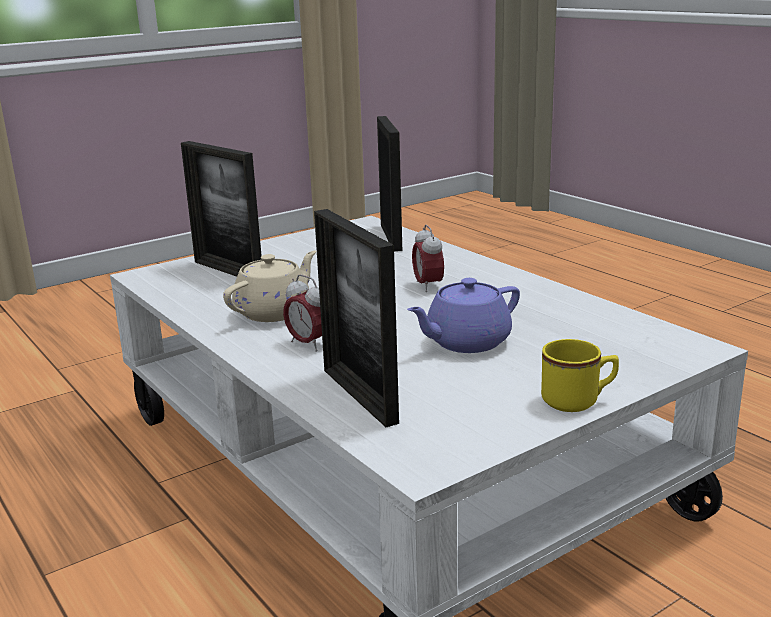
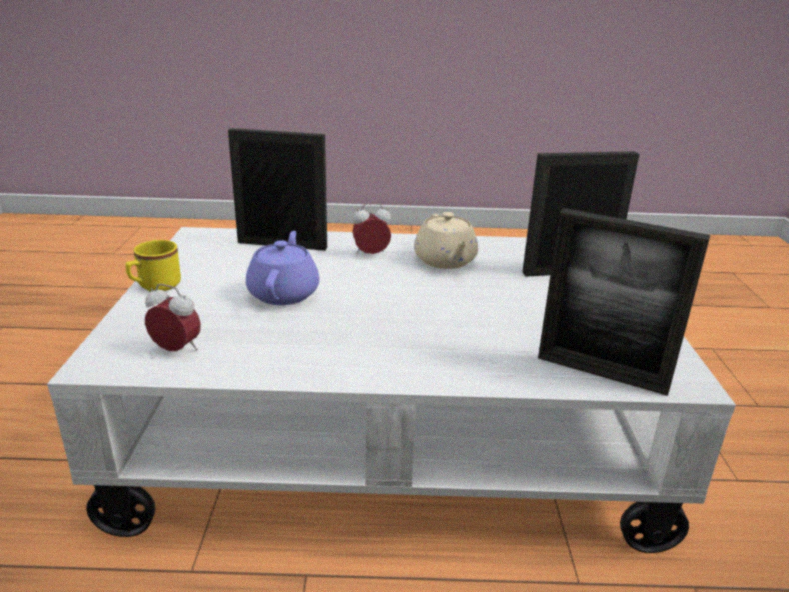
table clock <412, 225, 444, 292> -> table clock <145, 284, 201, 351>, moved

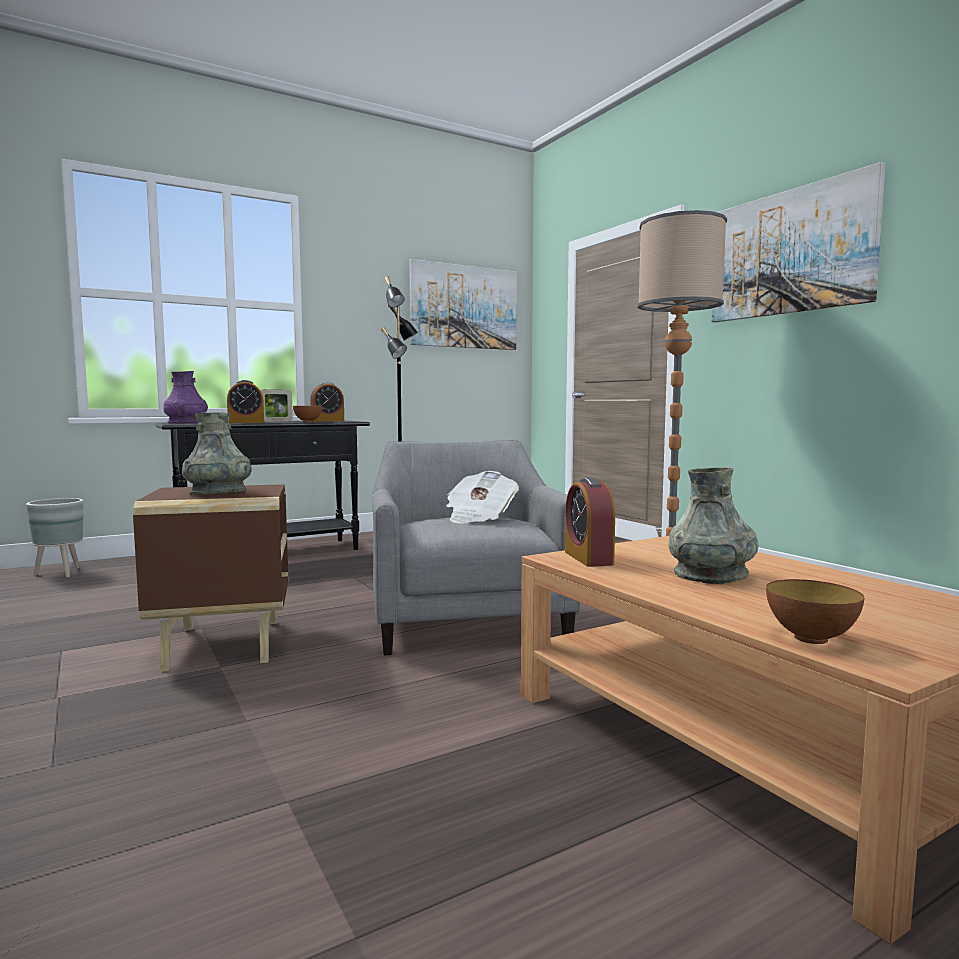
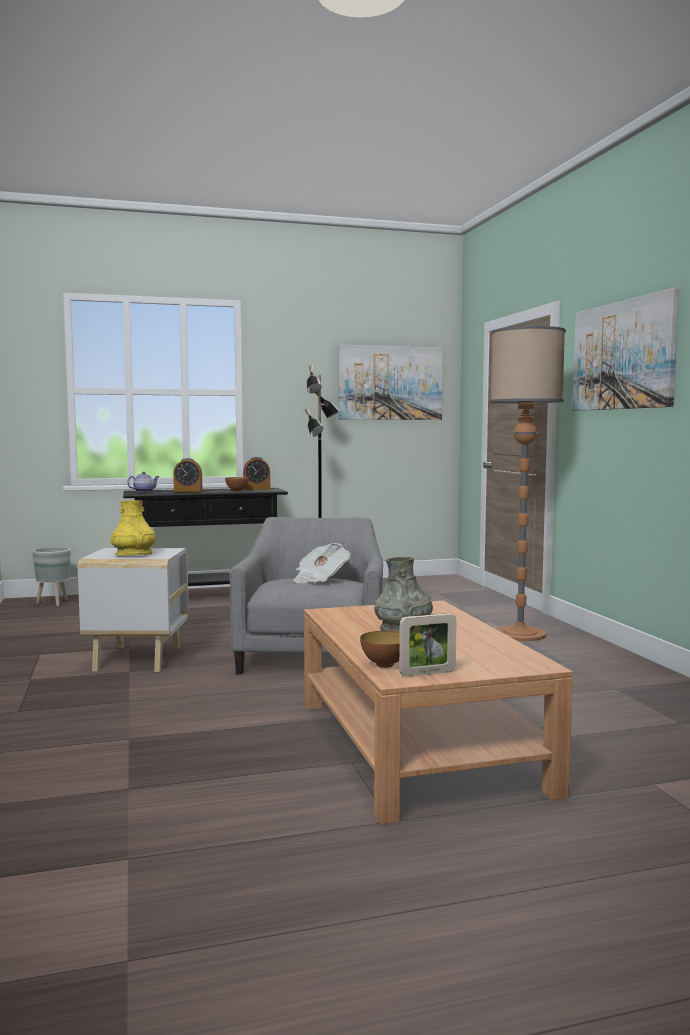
table clock <565, 478, 615, 567> -> none
photo frame <260, 390, 293, 422> -> photo frame <399, 613, 457, 677>, moved
purple-coloured flower vase <163, 371, 208, 424> -> pot for tea <127, 472, 160, 492>
brownish end table <133, 484, 288, 672> -> white-coloured end table <78, 548, 189, 672>
greyish flower vase <182, 412, 252, 495> -> yellow-coloured flower vase <110, 500, 156, 556>

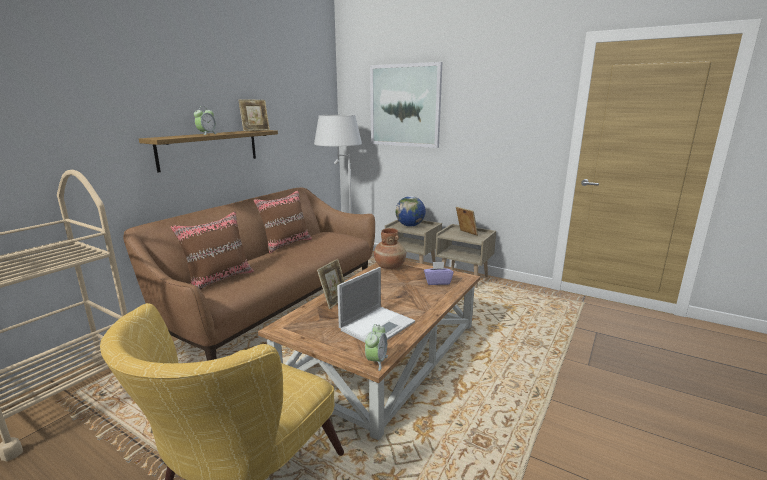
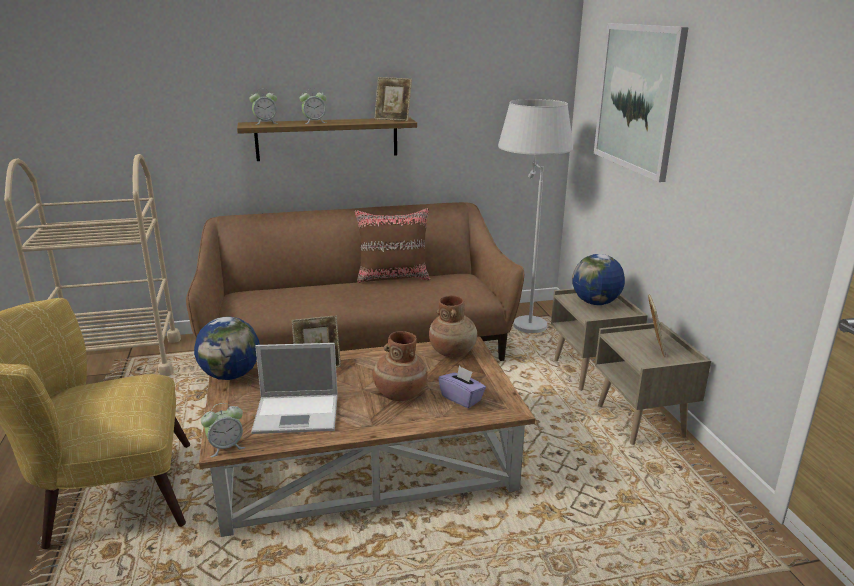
brownish throw pillow <170, 211, 254, 290> -> none
none -> world globe <194, 317, 260, 380>
none -> table clock <249, 89, 278, 125>
none -> brownish flower vase <373, 331, 427, 401>

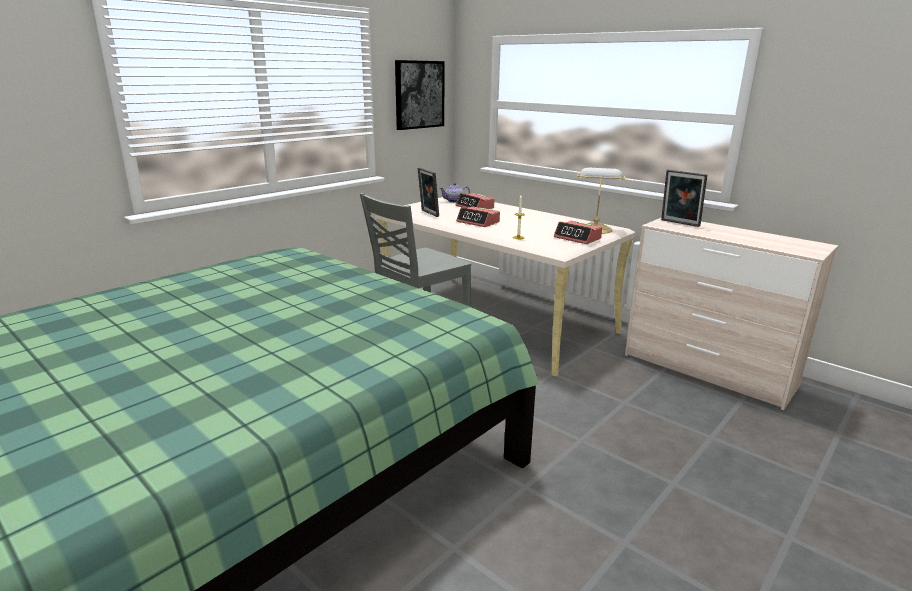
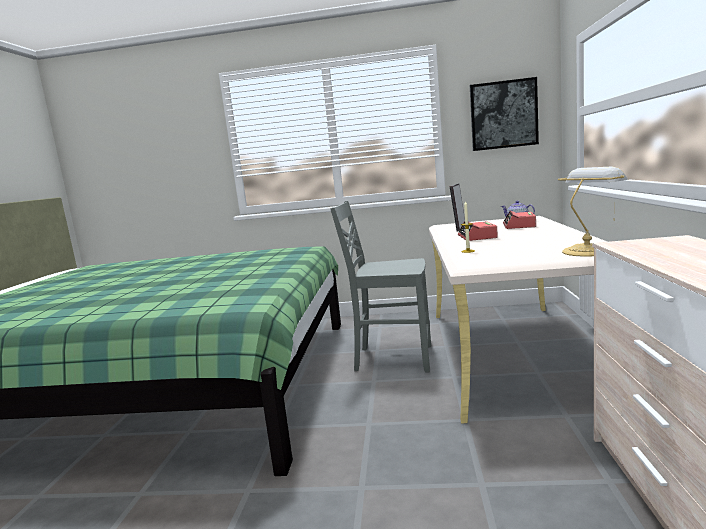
table clock <554, 221, 602, 244> -> none
photo frame <661, 170, 707, 227> -> none

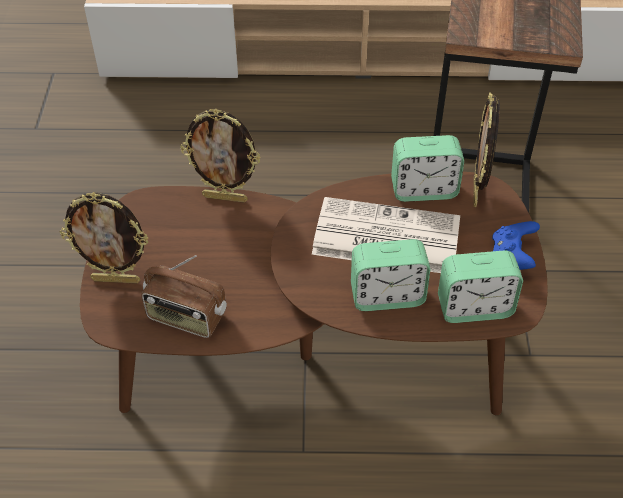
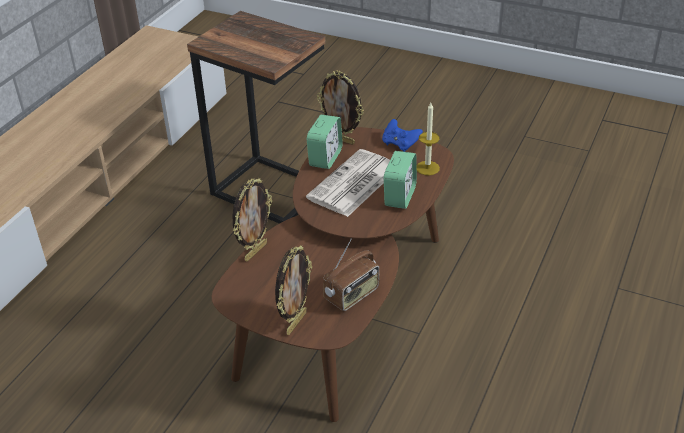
table clock <438, 250, 523, 323> -> wax candle <417, 103, 440, 175>

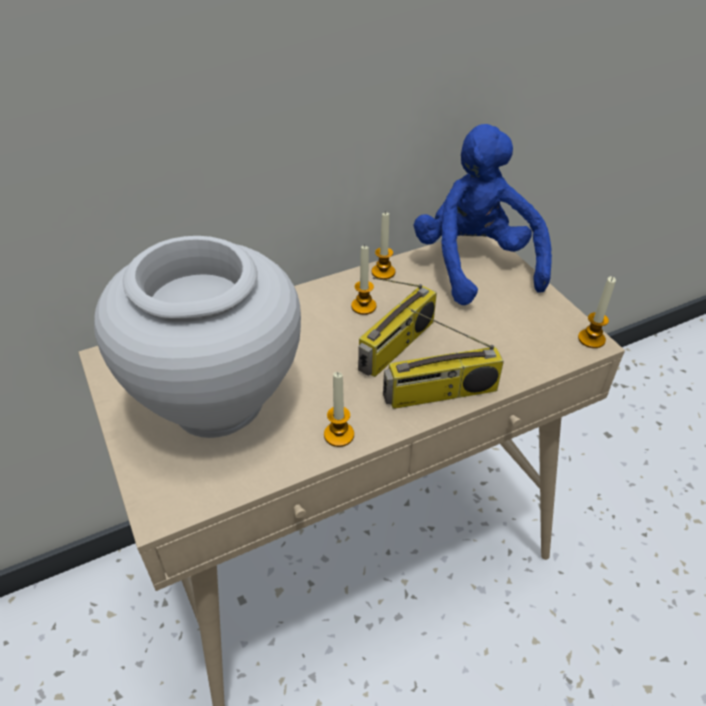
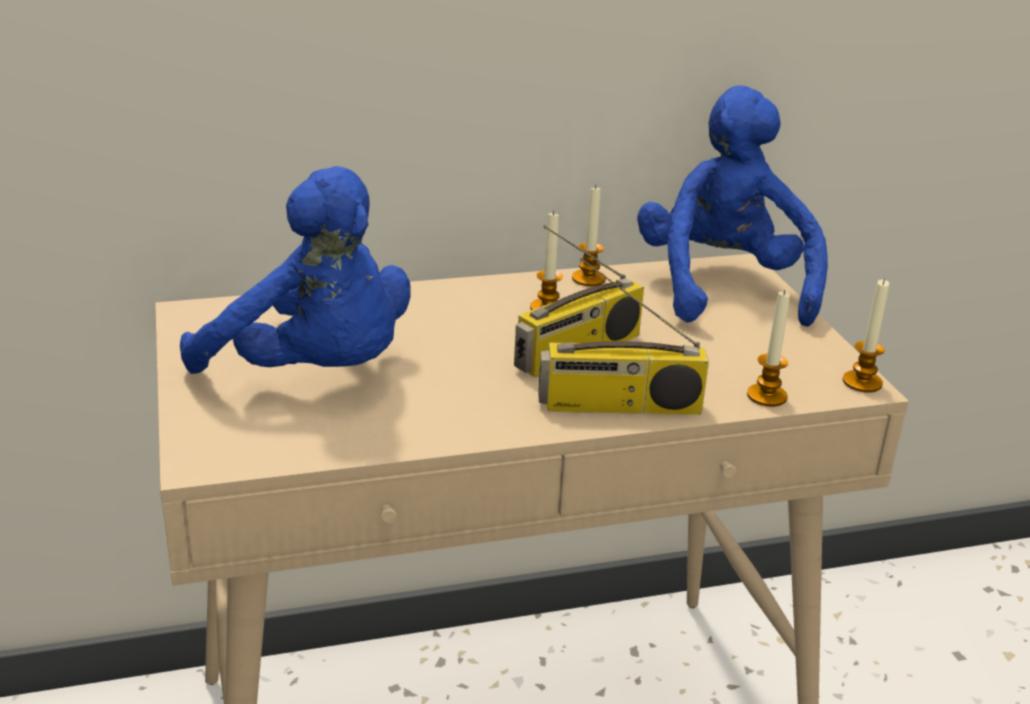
wax candle <324, 372, 354, 447> -> wax candle <747, 290, 790, 407>, moved
white-coloured flower vase <94, 236, 301, 438> -> blue plush toy <180, 166, 411, 374>

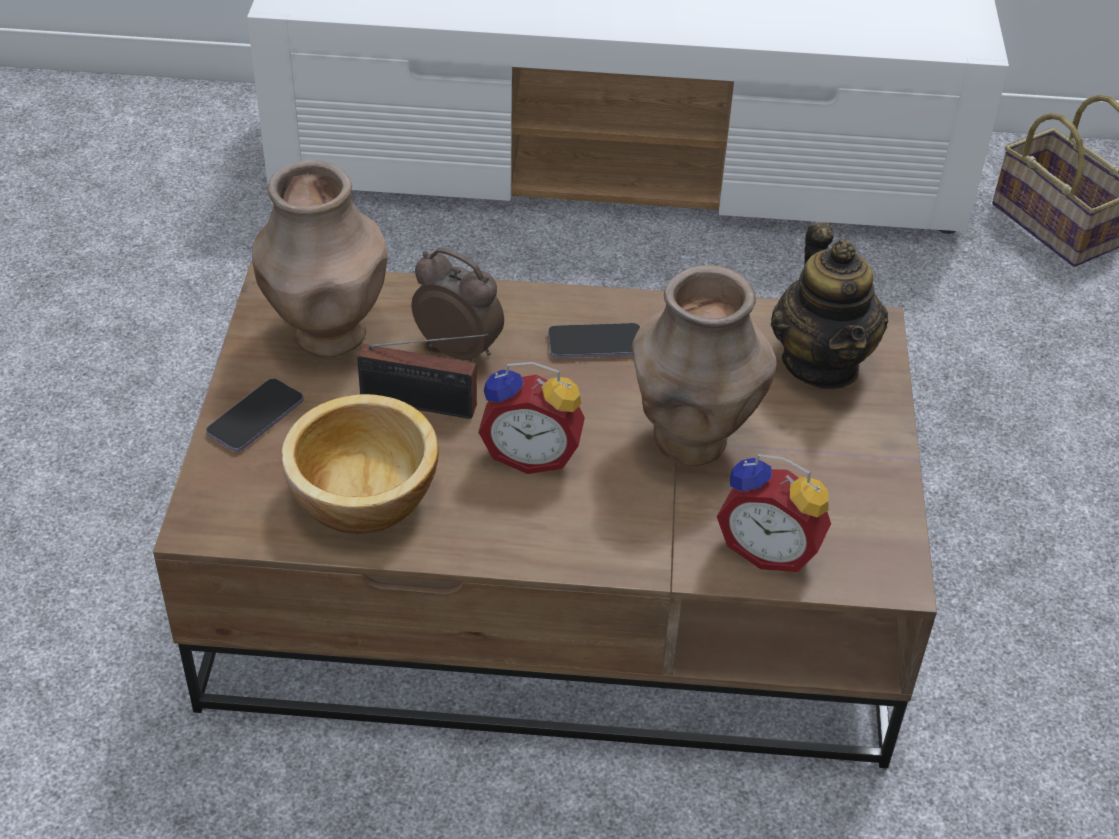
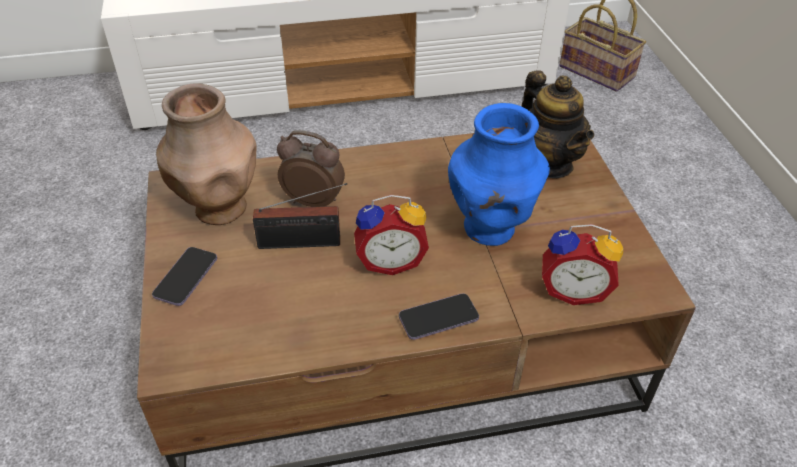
serving bowl <281, 394, 439, 534> -> none
phone <548, 323, 640, 358> -> phone <399, 293, 479, 340>, moved
brownish flower vase <632, 265, 777, 466> -> blue flower vase <448, 103, 550, 246>

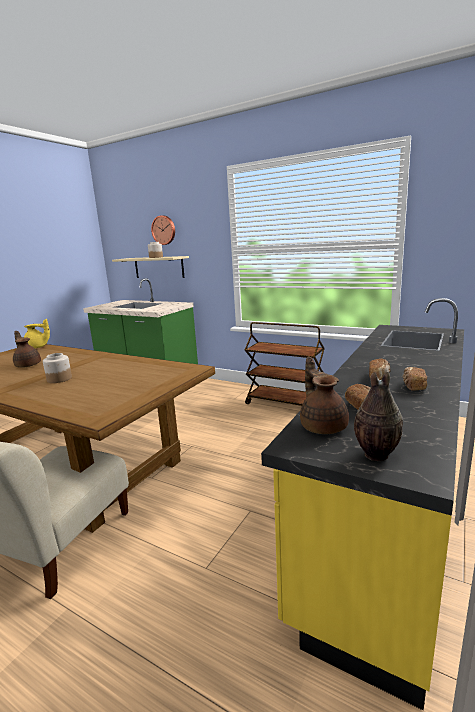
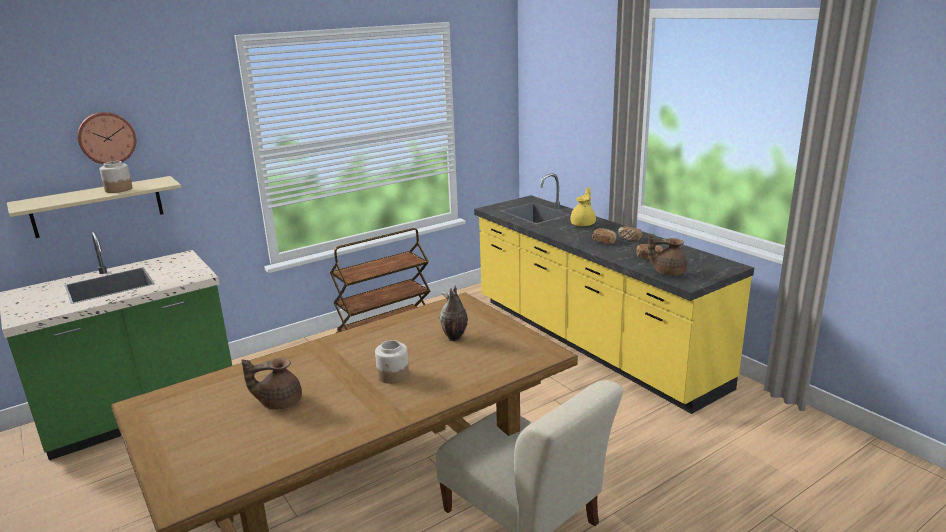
yellow-coloured pot for tea <24, 319, 50, 348> -> yellow-coloured pot for tea <570, 187, 596, 226>, moved
flower vase <354, 372, 403, 461> -> flower vase <440, 286, 468, 341>, moved

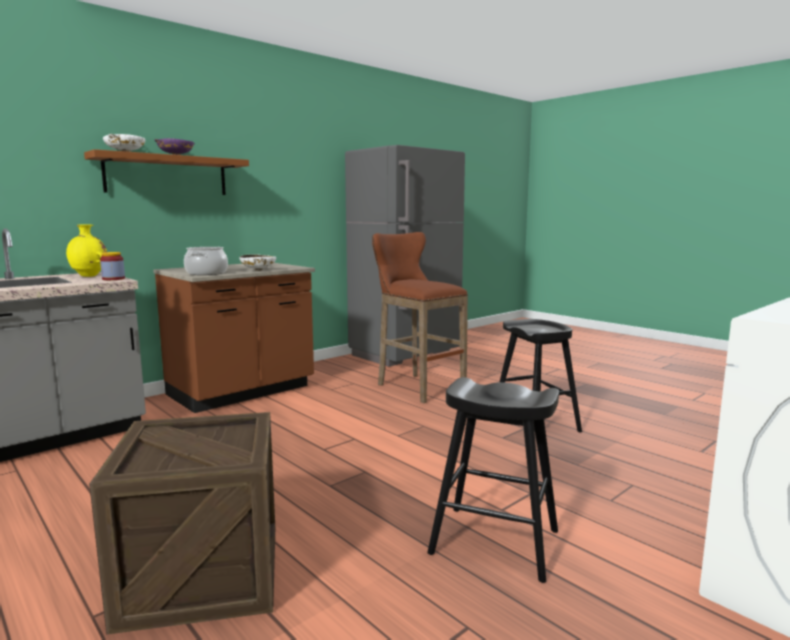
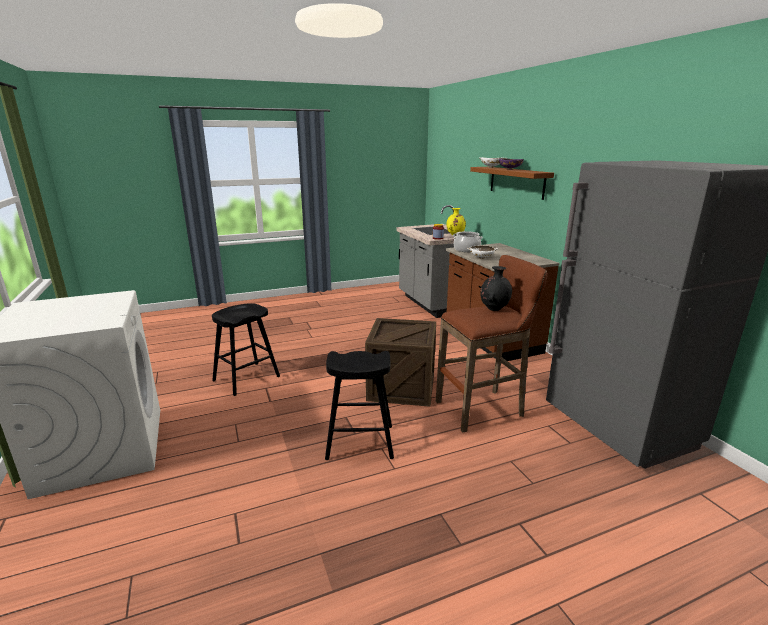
none -> black-coloured flower vase <480, 266, 512, 311>
packing crate <89, 412, 275, 635> -> packing crate <365, 318, 436, 407>, moved

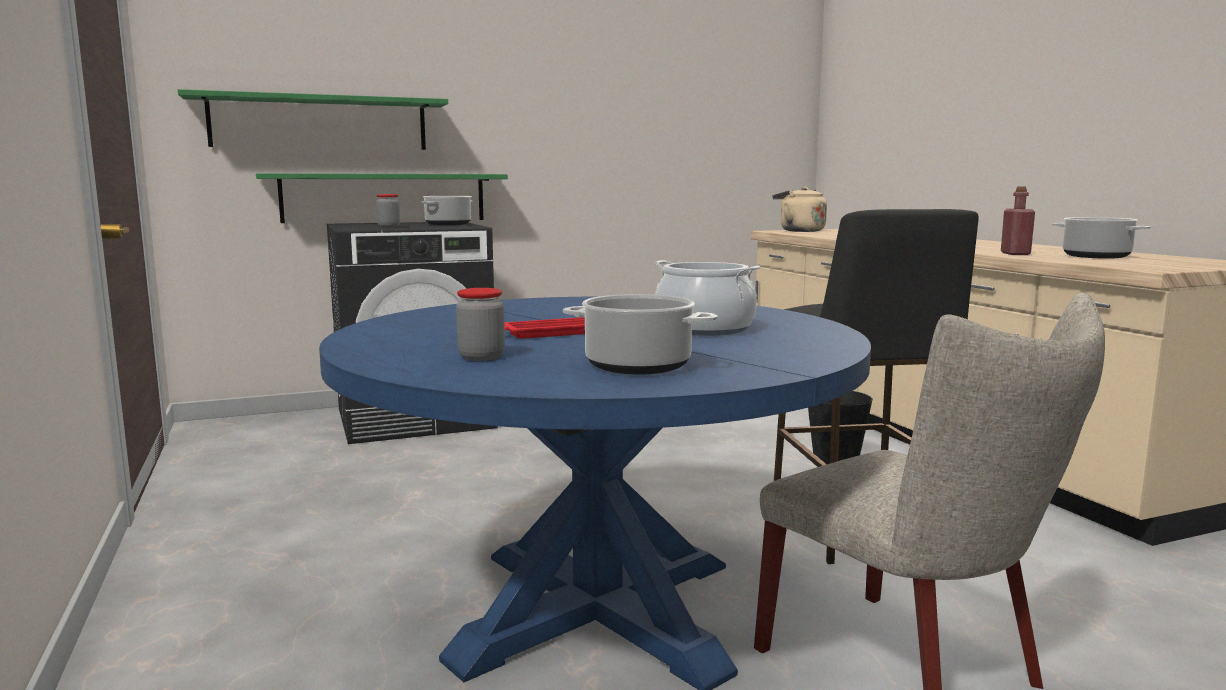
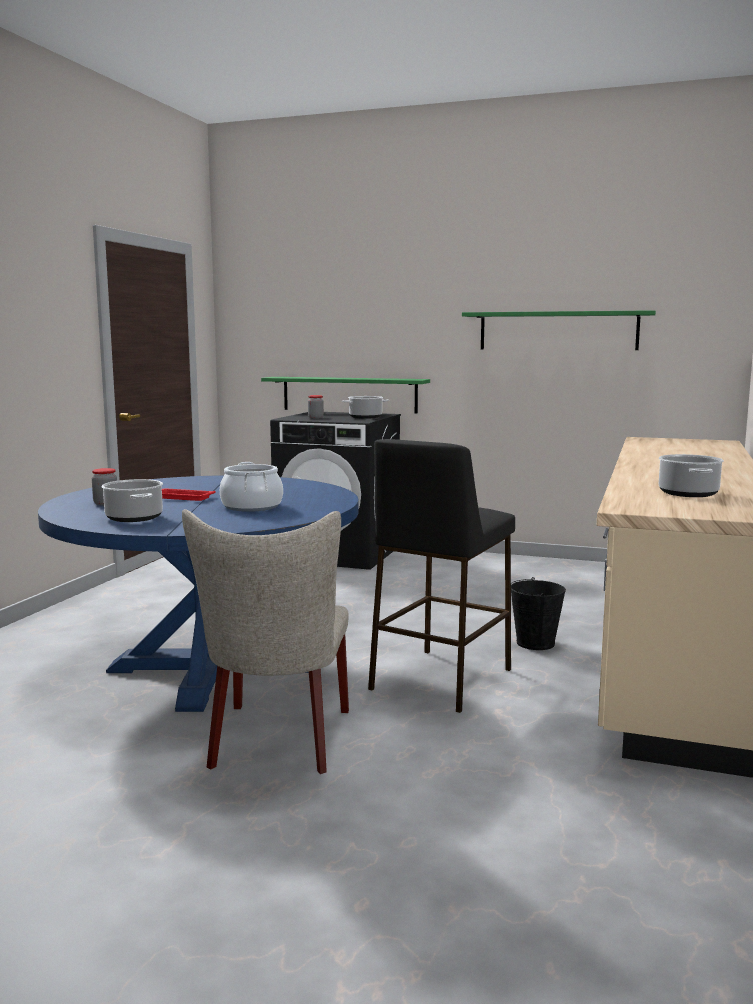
beige water kettle <773, 187, 827, 232> -> none
reddish beverage bottle <1001, 186, 1035, 255> -> none
green-coloured wall shelf <178, 89, 448, 150> -> green-coloured wall shelf <462, 310, 656, 350>, moved

